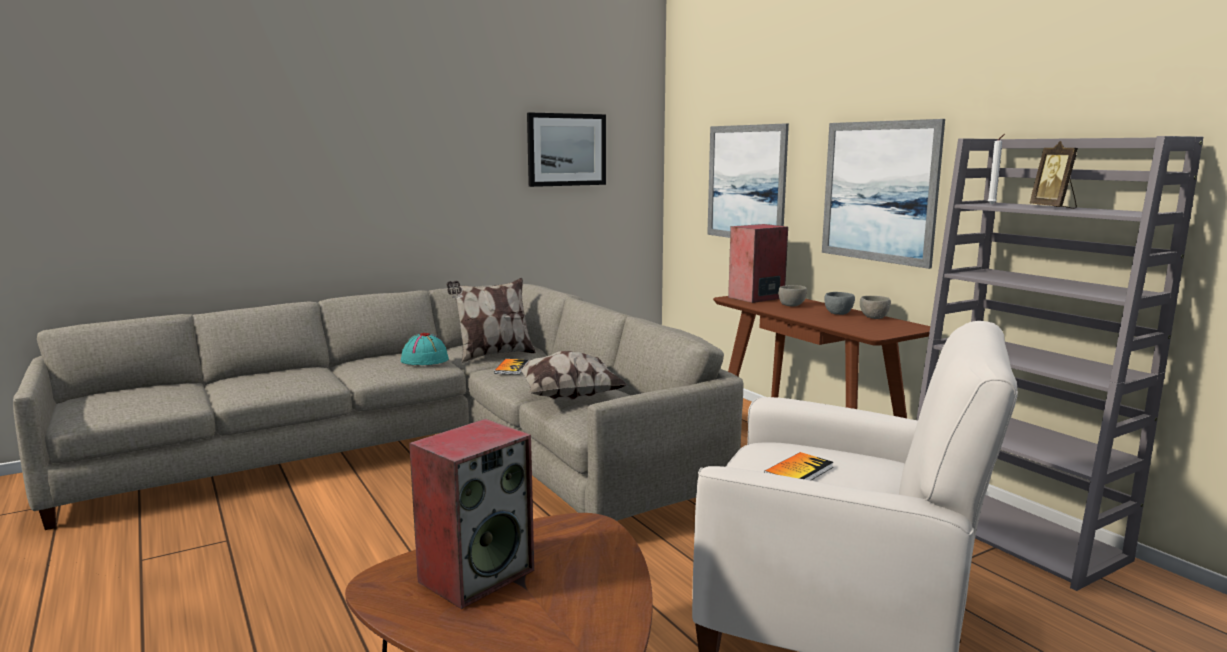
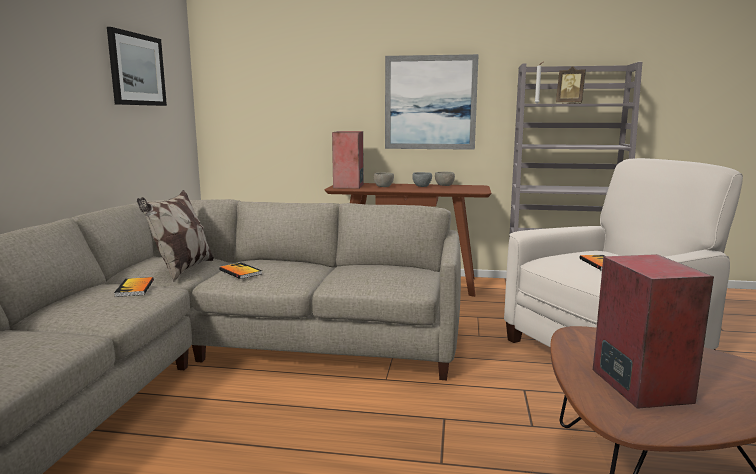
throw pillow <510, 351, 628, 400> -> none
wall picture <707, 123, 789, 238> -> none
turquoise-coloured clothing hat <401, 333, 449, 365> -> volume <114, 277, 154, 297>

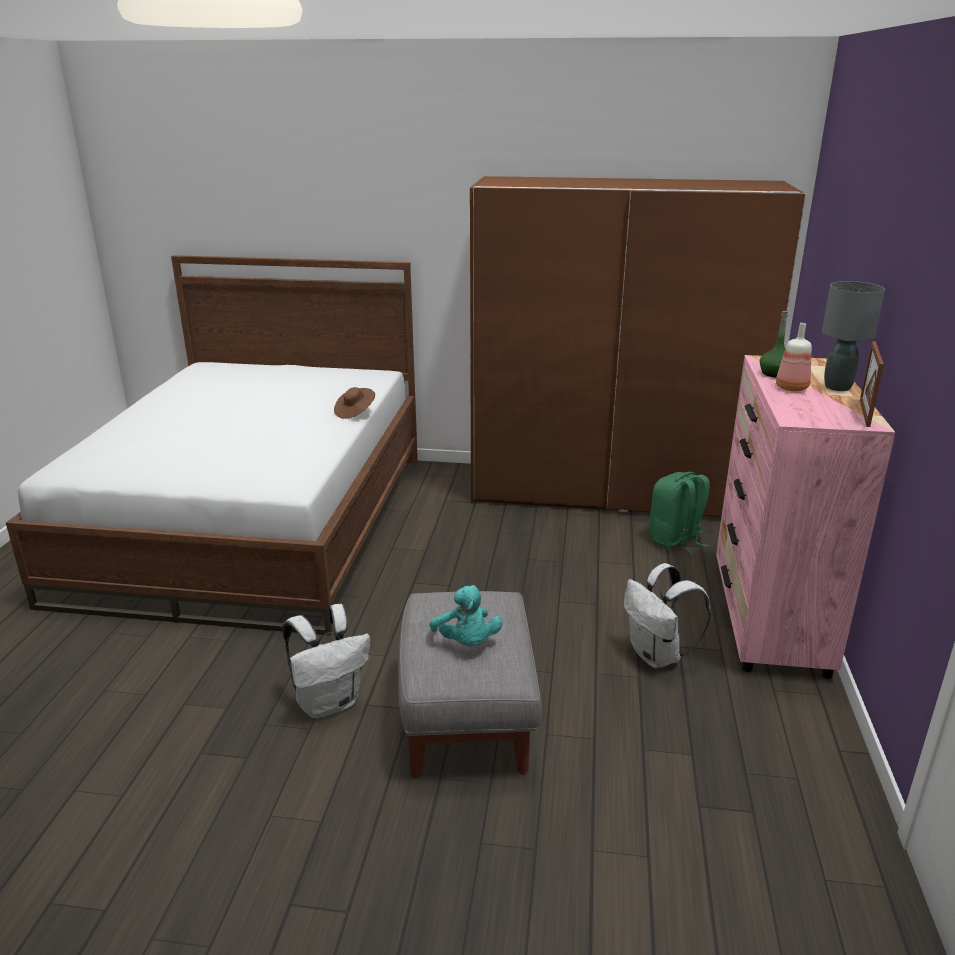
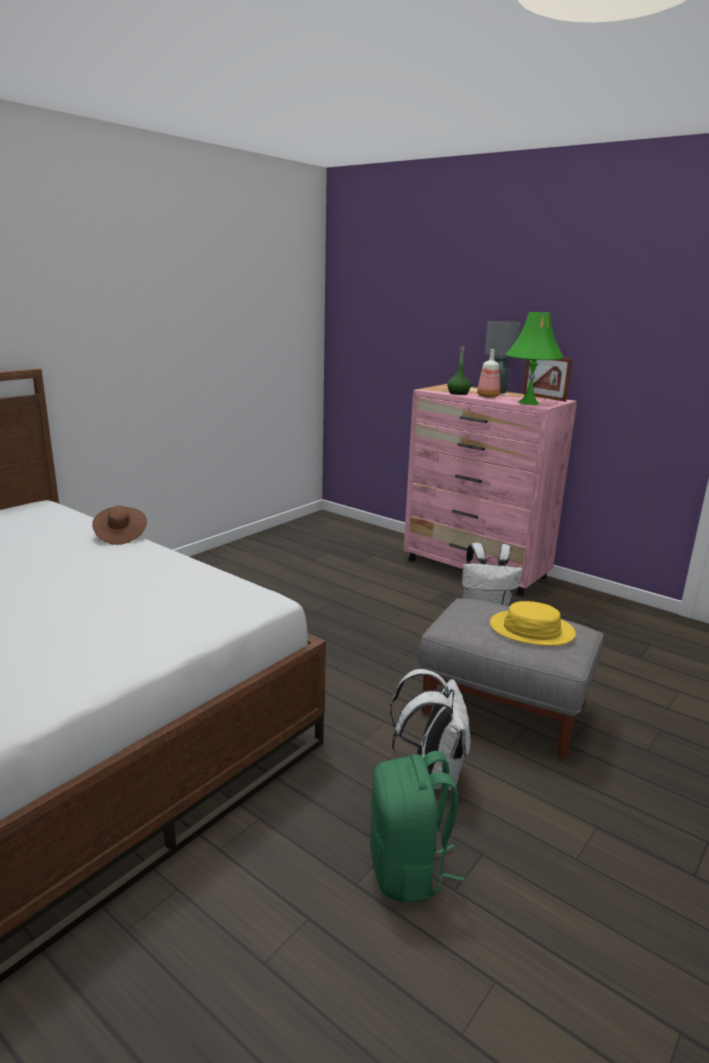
brownish armoire <470, 176, 806, 517> -> none
none -> green-coloured tabletop lamp <505, 312, 564, 405>
green-coloured backpack <649, 472, 710, 555> -> green-coloured backpack <370, 751, 464, 902>, moved
turquoise-coloured plush toy <429, 585, 502, 646> -> yellow-coloured clothing hat <490, 601, 576, 646>

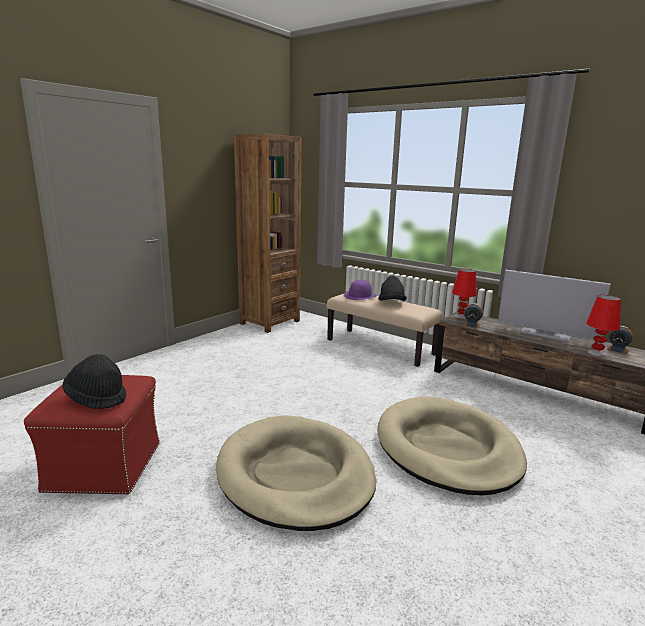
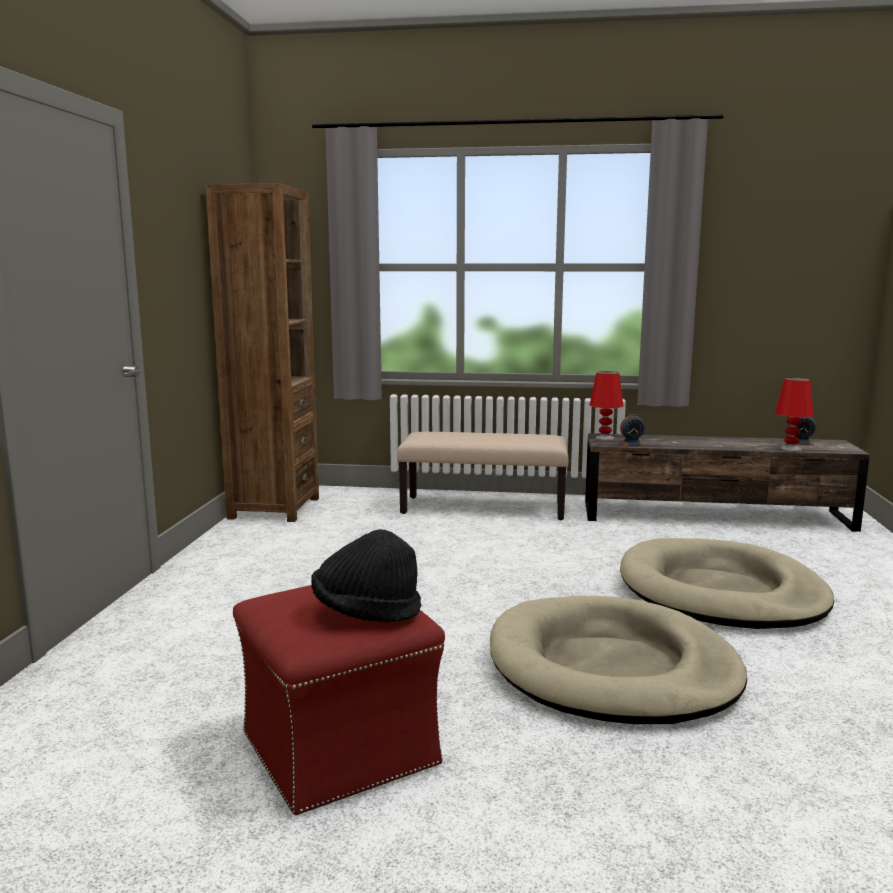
purple-coloured clothing hat <344, 280, 377, 300> -> none
black-coloured clothing hat <378, 276, 407, 301> -> none
television <498, 270, 611, 342> -> none

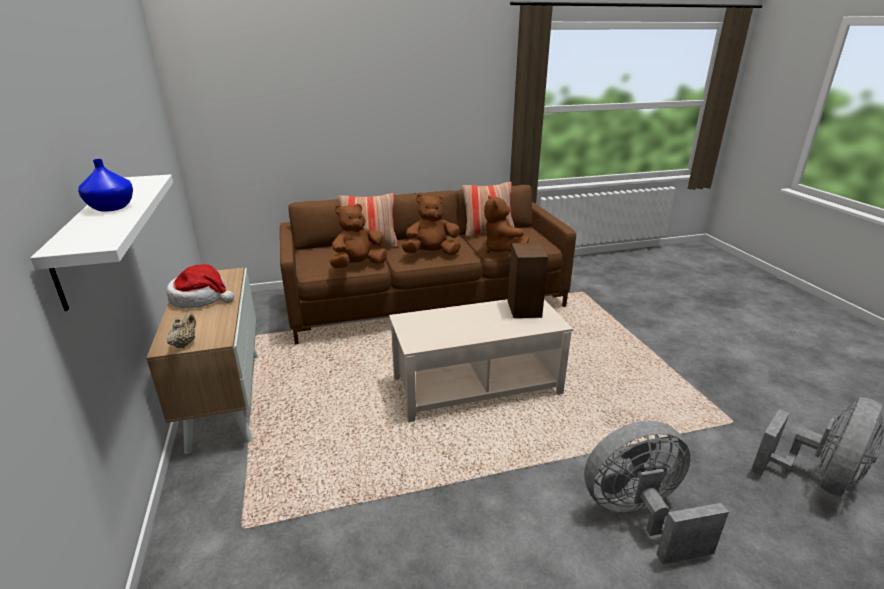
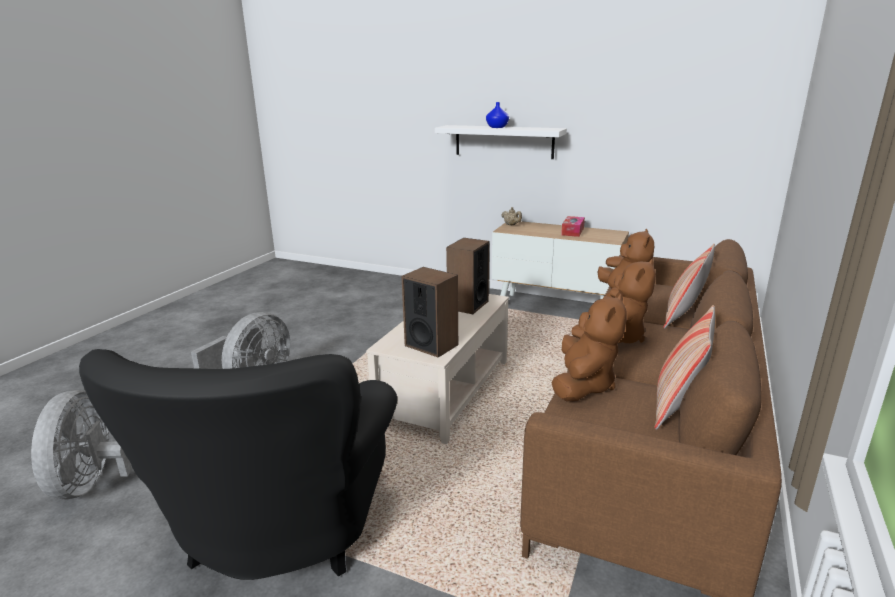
none -> black-coloured armchair <79, 349, 397, 580>
none -> audio speaker <446, 238, 489, 314>
clothing hat <167, 264, 234, 308> -> tissue holder <561, 216, 585, 237>
brownish plush toy <484, 195, 529, 253> -> brownish plush toy <552, 294, 627, 401>, 90 degrees clockwise

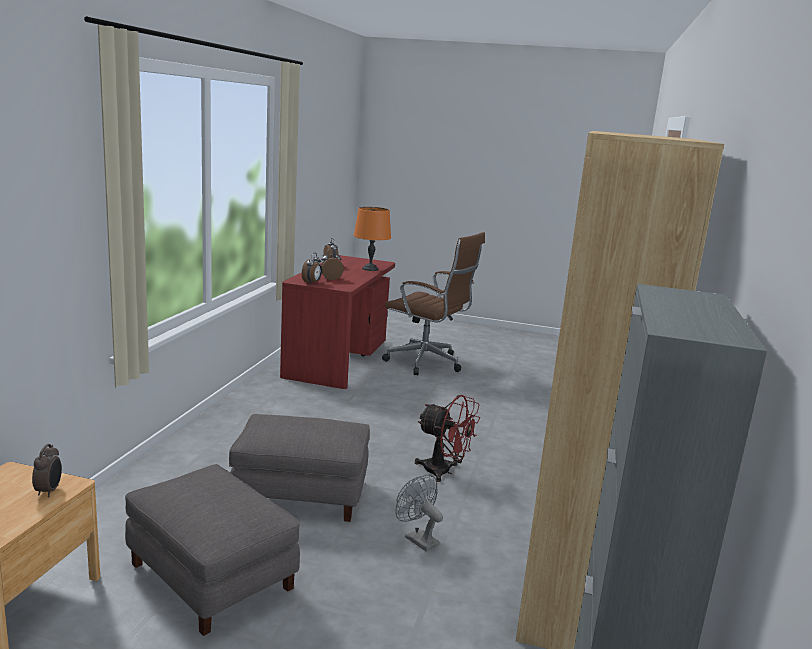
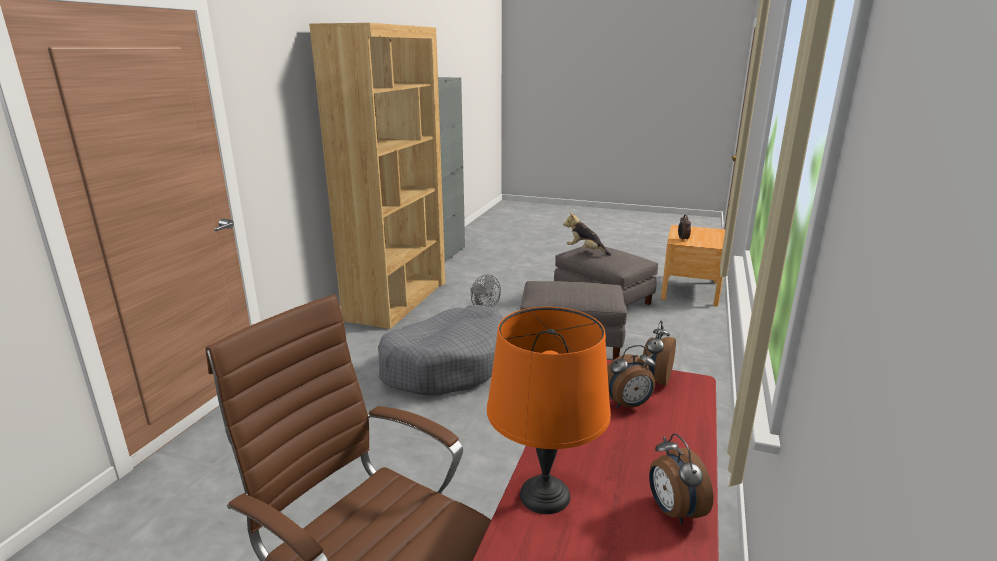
none -> plush toy <563, 212, 611, 256>
reddish fan <415, 395, 480, 482> -> greyish dog cushion <378, 305, 503, 396>

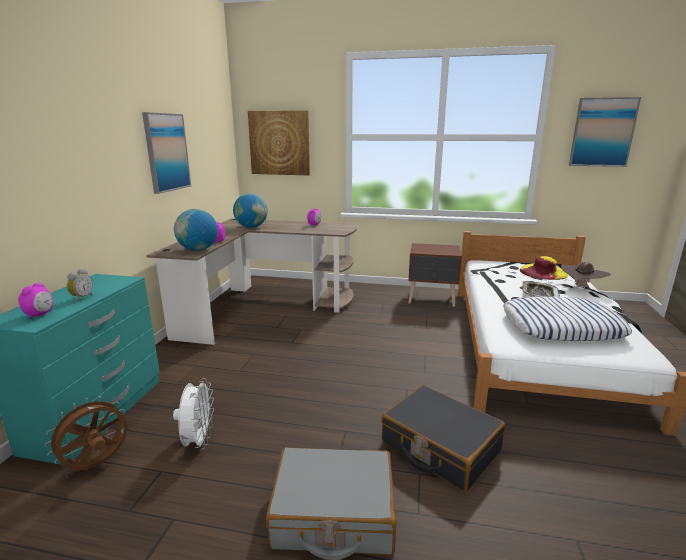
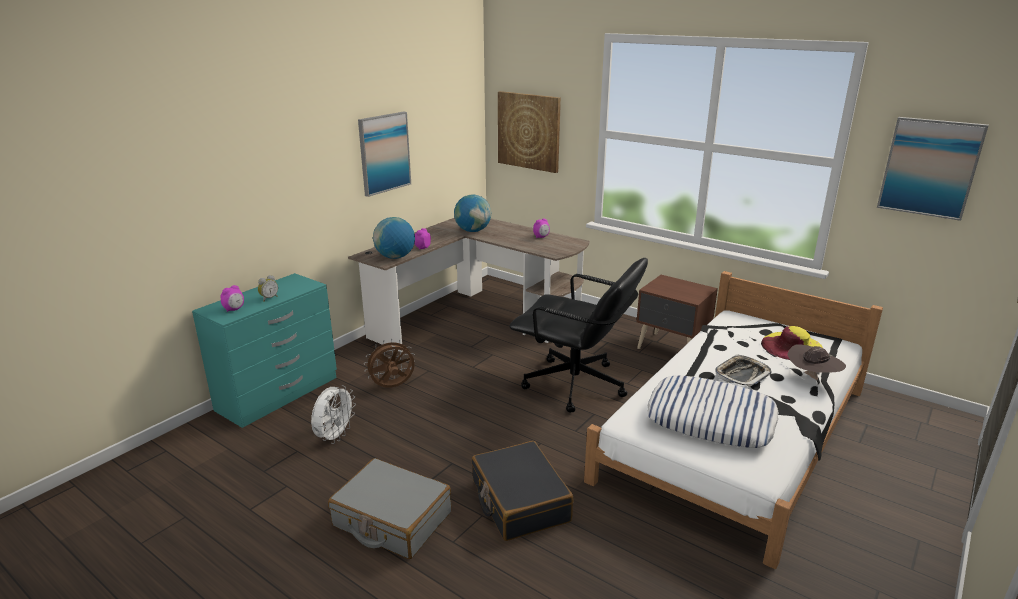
none -> black-coloured desk chair <509, 258, 648, 413>
brownish fan <44, 396, 128, 470> -> brownish fan <364, 339, 415, 388>, moved

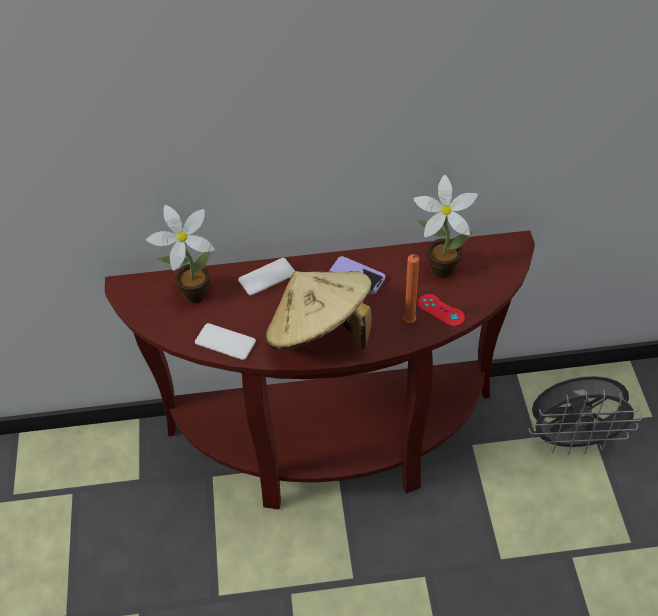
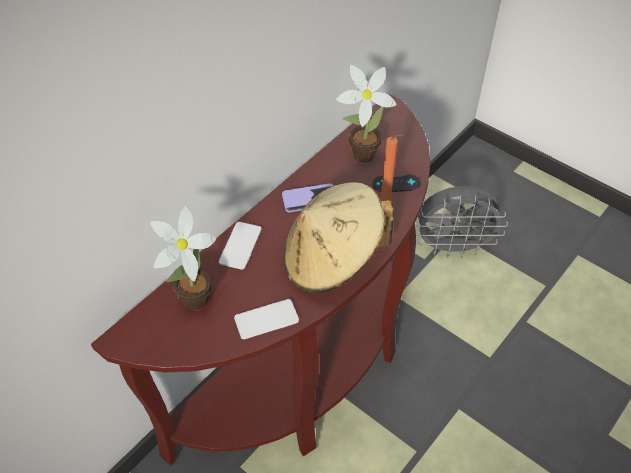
reddish joypad <418, 294, 465, 327> -> black-coloured joypad <373, 174, 421, 192>
greyish fan <528, 376, 642, 455> -> greyish fan <415, 186, 508, 258>, 45 degrees clockwise

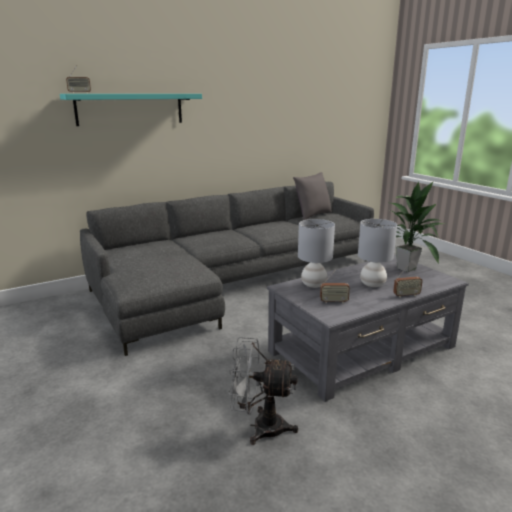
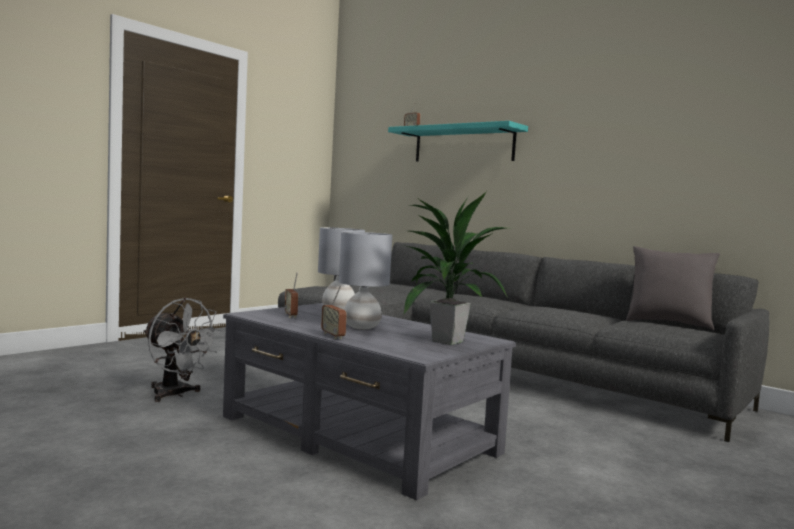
greyish fan <228, 337, 298, 445> -> greyish fan <144, 298, 222, 402>, 135 degrees clockwise

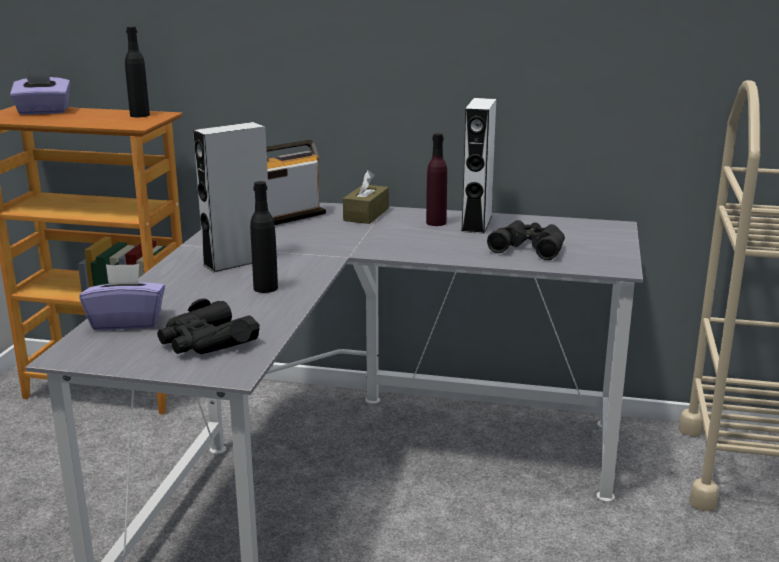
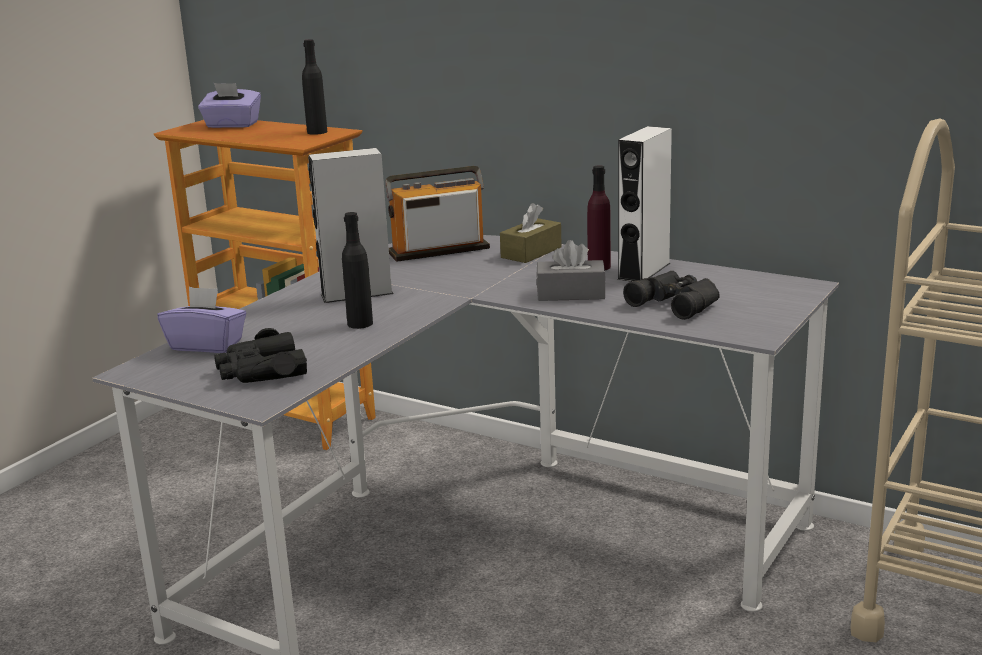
none -> greyish tissue holder <536, 240, 606, 301>

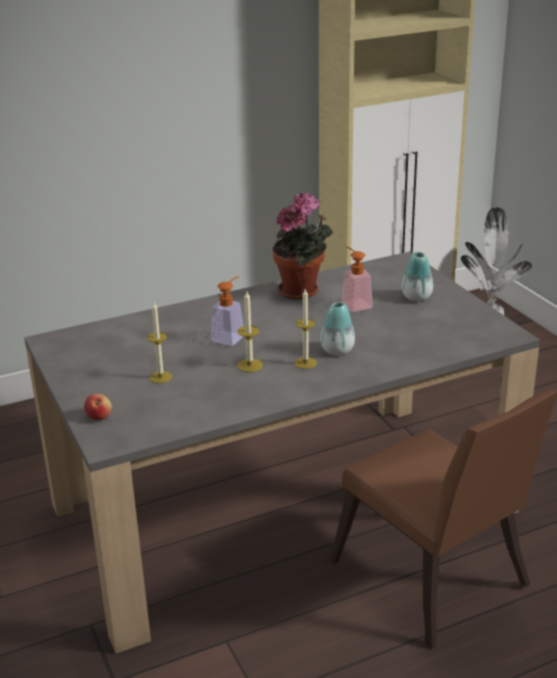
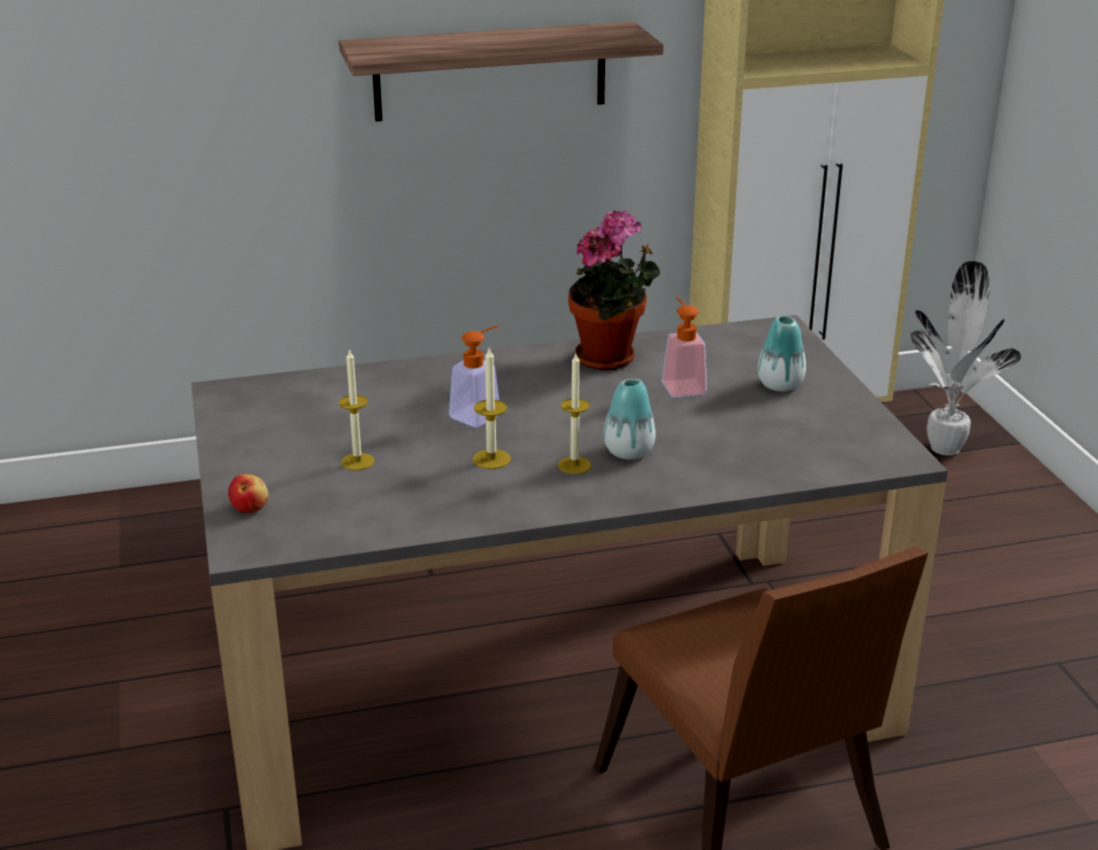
none -> wall shelf <339, 22, 663, 121>

